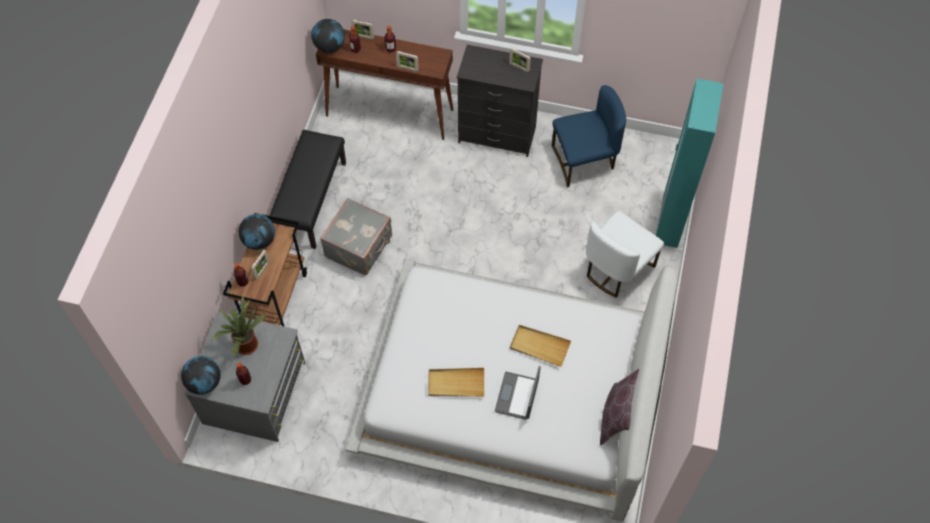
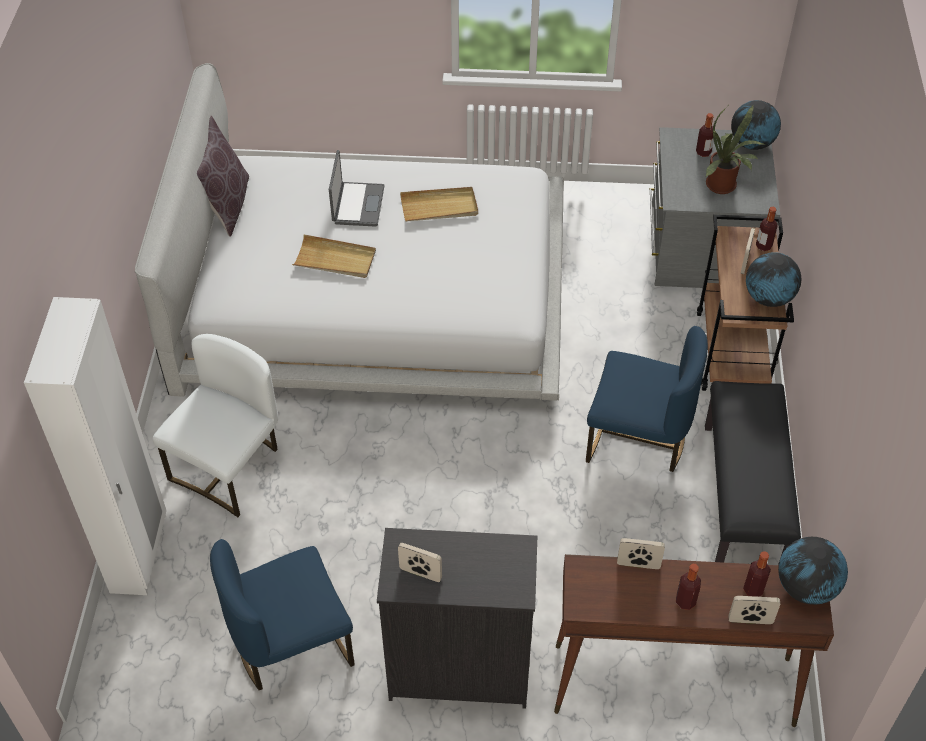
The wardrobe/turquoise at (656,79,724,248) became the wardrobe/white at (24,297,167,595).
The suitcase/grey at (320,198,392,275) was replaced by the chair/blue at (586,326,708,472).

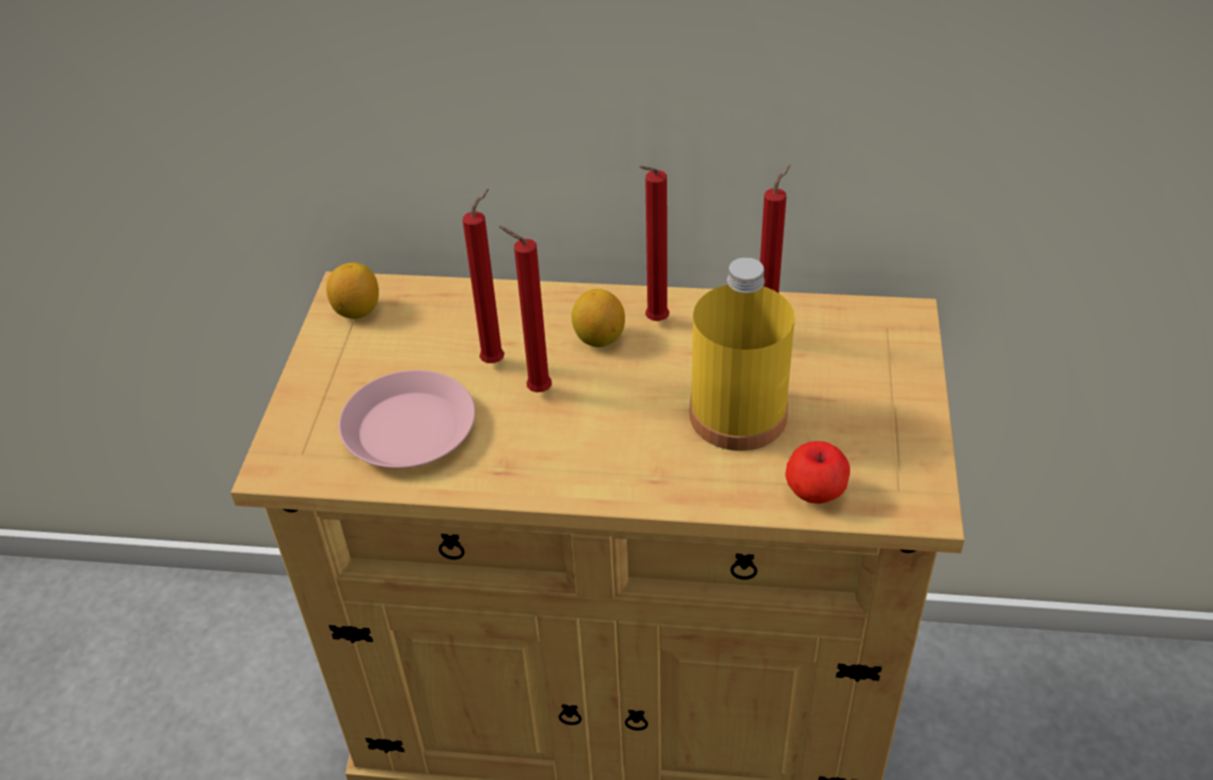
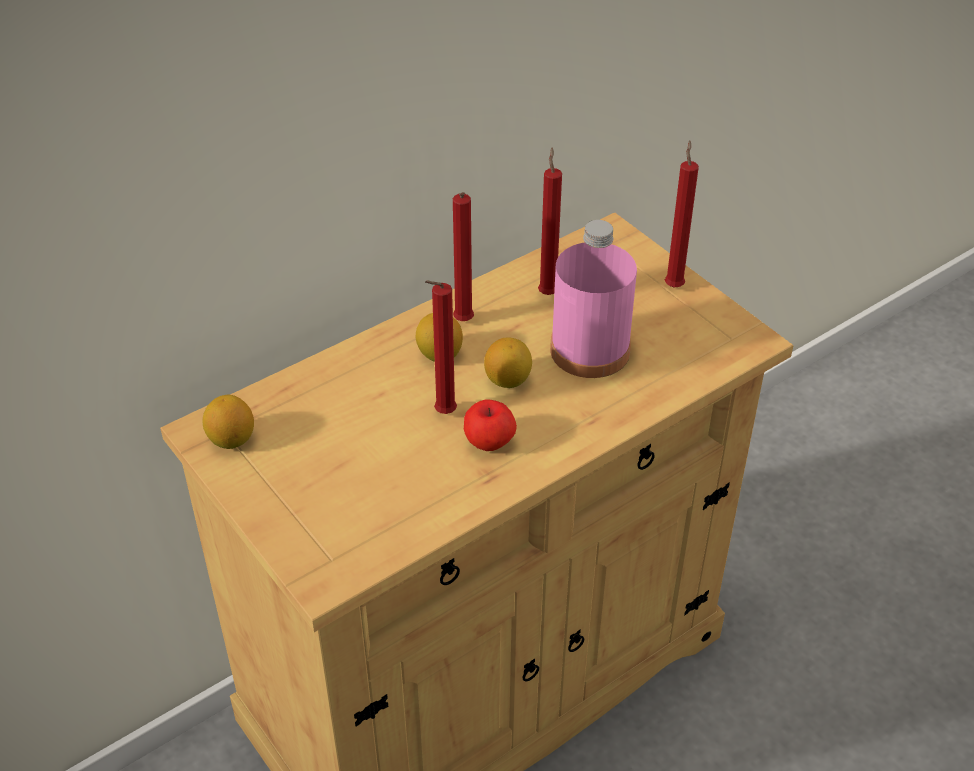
The candle/red moved from (462,189,504,363) to (665,140,699,288).
The bottle/yellow at (689,257,795,451) became the bottle/pink at (550,220,637,378).
The plate/pink at (339,370,475,468) disappeared.
The apple moved from (785,441,850,504) to (464,400,517,451).
The lemon at (484,337,532,388) appeared.

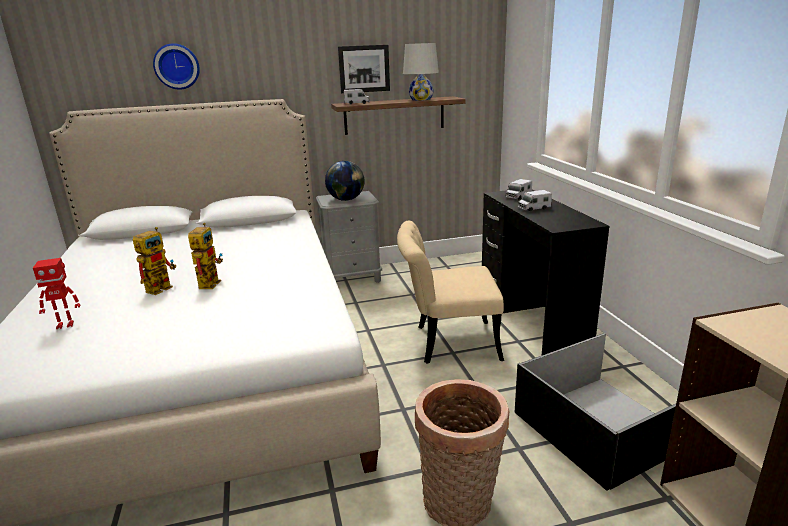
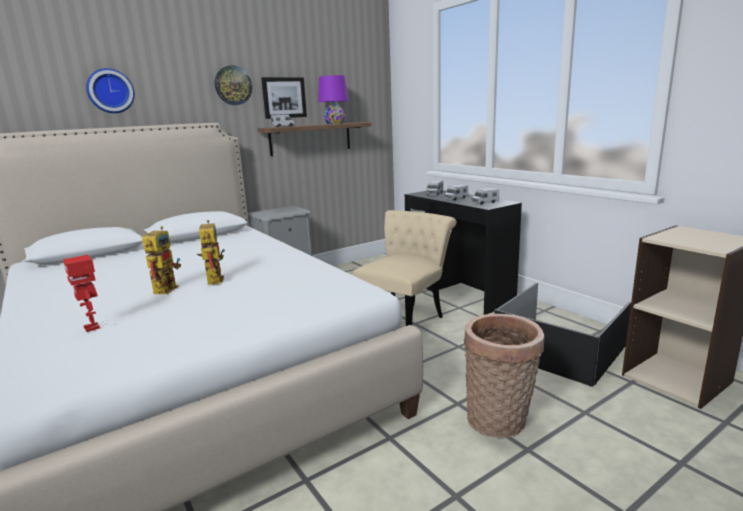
The table lamp/white at (403,43,439,101) became the table lamp/purple at (318,75,349,124).
The globe at (325,161,365,201) disappeared.
The chair/beige at (397,221,504,364) turned 150 degrees clockwise.
The toy robot at (33,258,80,329) turned 90 degrees clockwise.
The wall clock at (215,65,252,105) appeared.
The toy truck at (471,188,499,205) appeared.

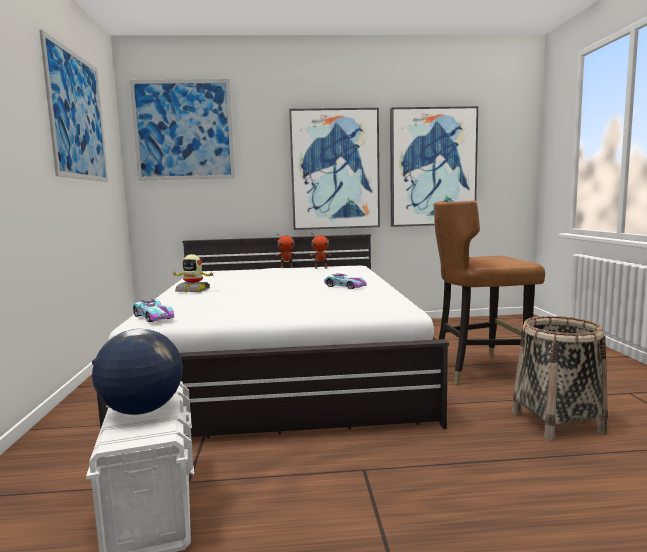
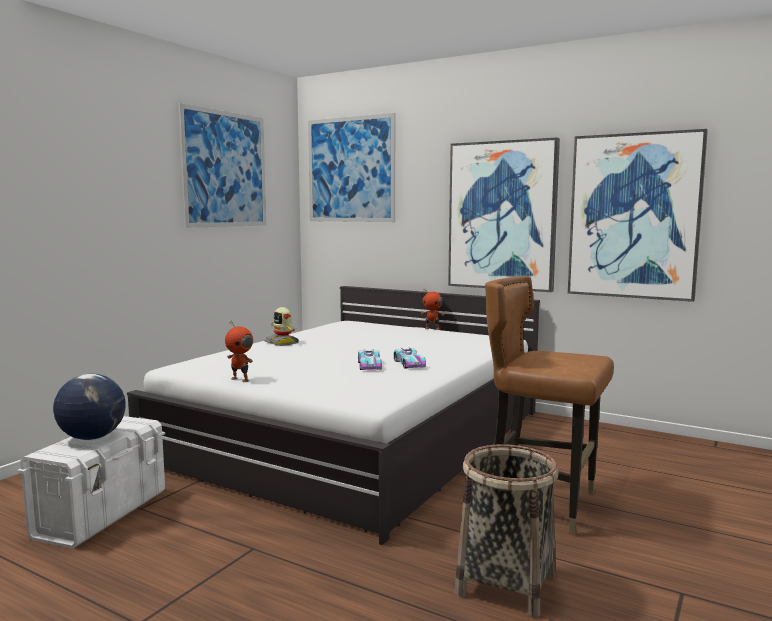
The toy robot moved from (310,233,331,269) to (225,320,253,382).
The toy car moved from (133,299,174,322) to (358,349,382,370).

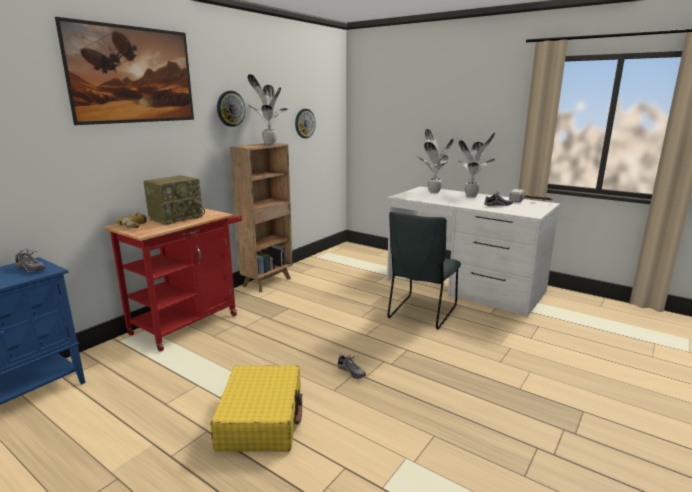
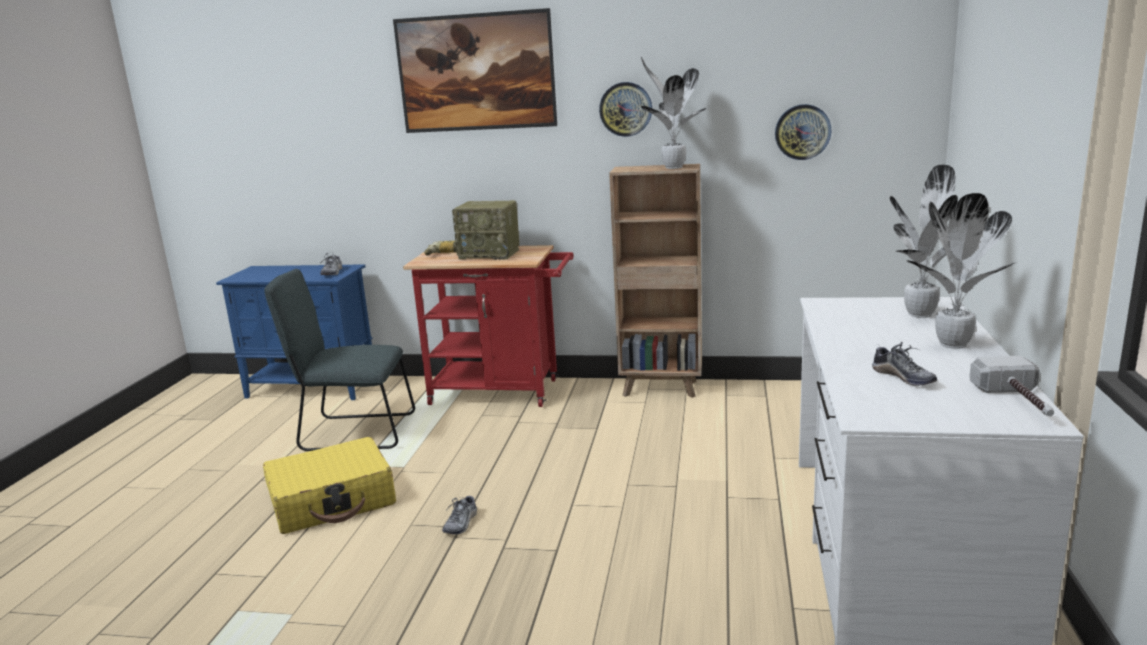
The chair/grey moved from (387,212,461,330) to (264,269,415,451).

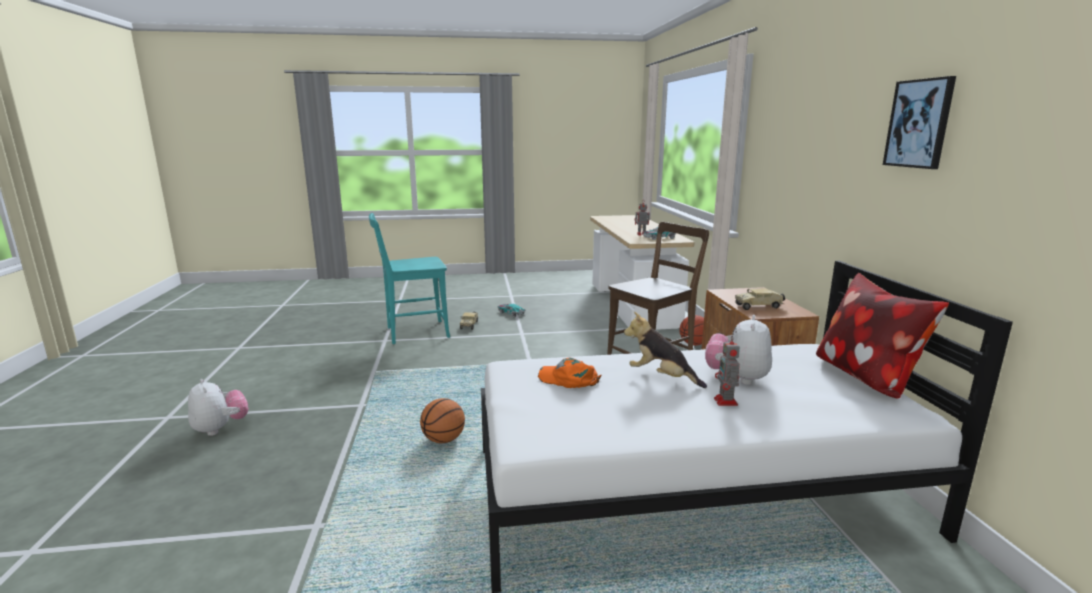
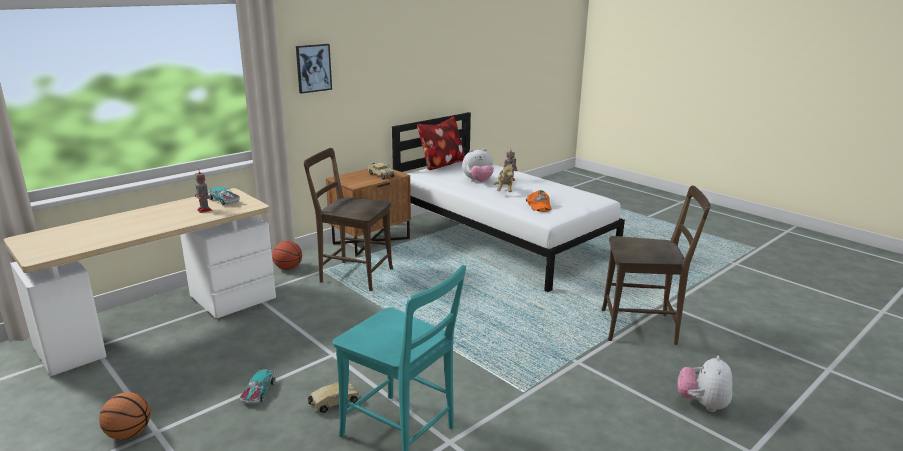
The picture moved from (883,76,956,169) to (296,44,332,94).
The basketball moved from (420,398,465,443) to (99,392,150,440).
The chair/brown at (601,186,710,345) appeared.

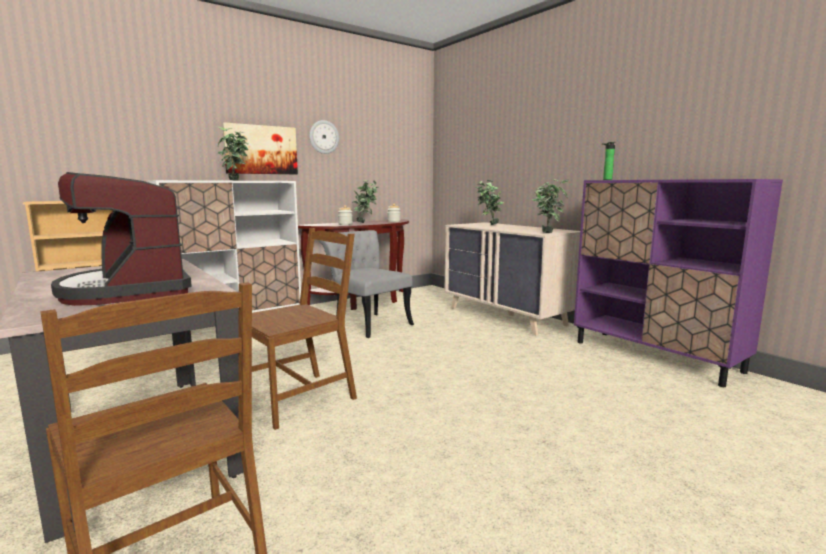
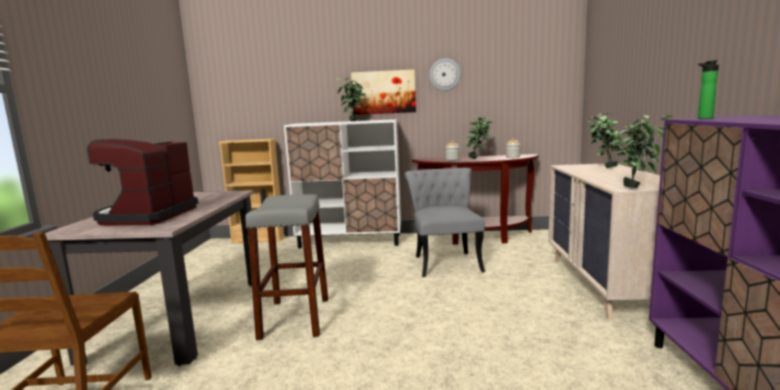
The chair/brown at (252,228,357,430) was replaced by the stool/grey at (245,194,328,340).

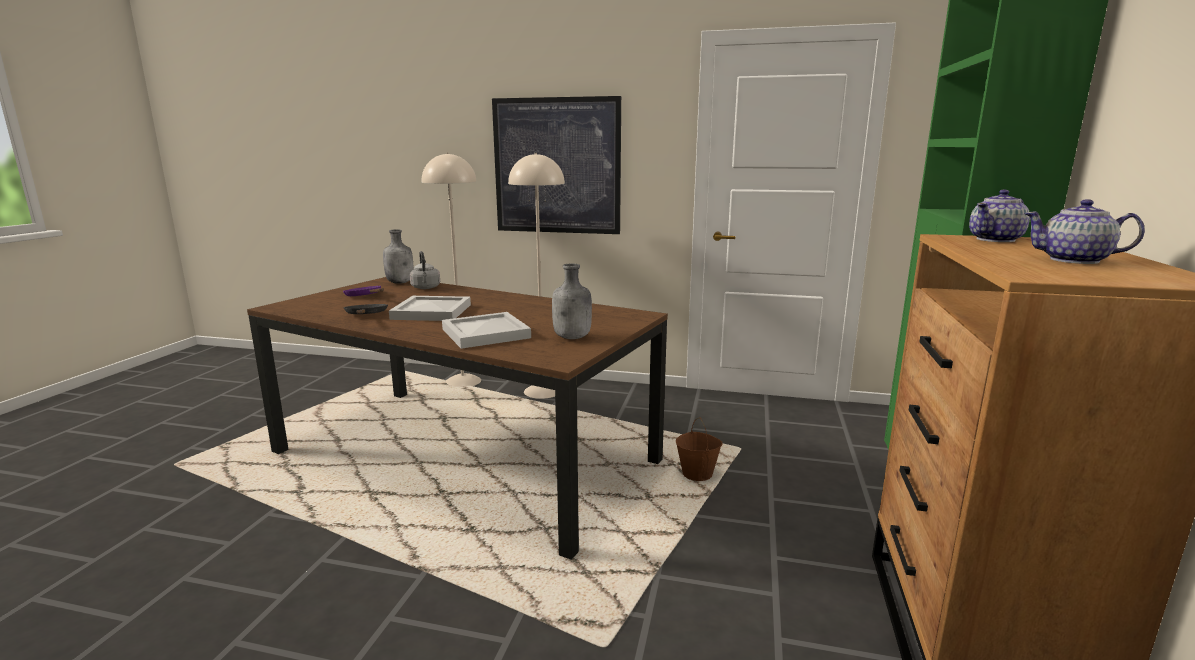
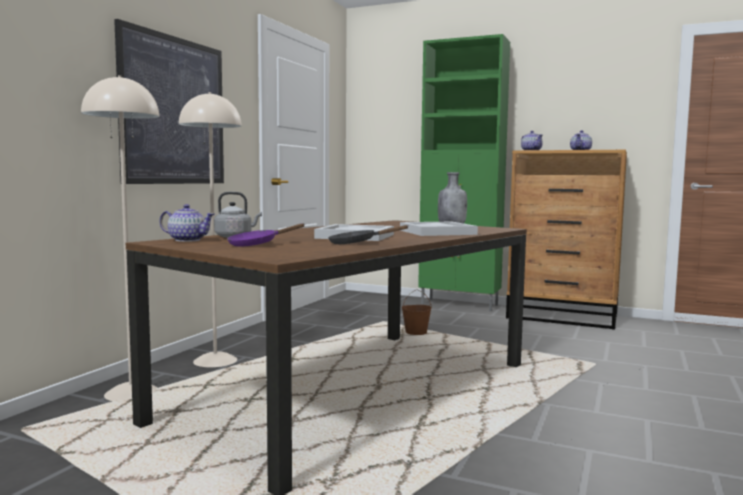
The bottle/grey at (383,229,414,284) was replaced by the teapot at (159,204,215,242).

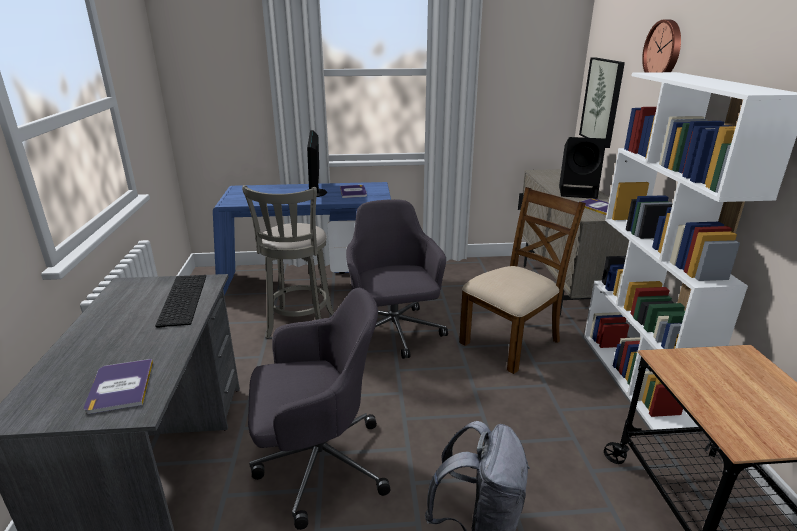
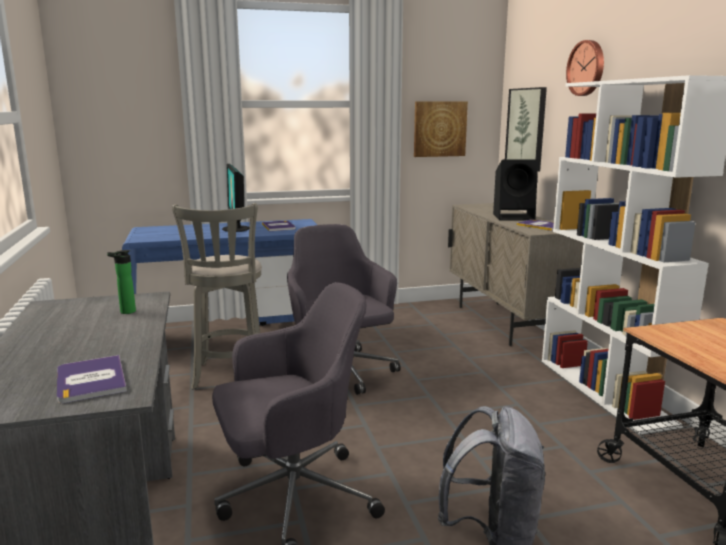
The chair/brown at (459,187,586,374) disappeared.
The keyboard at (155,275,206,328) was replaced by the bottle at (107,250,136,314).
The picture at (414,101,468,157) appeared.

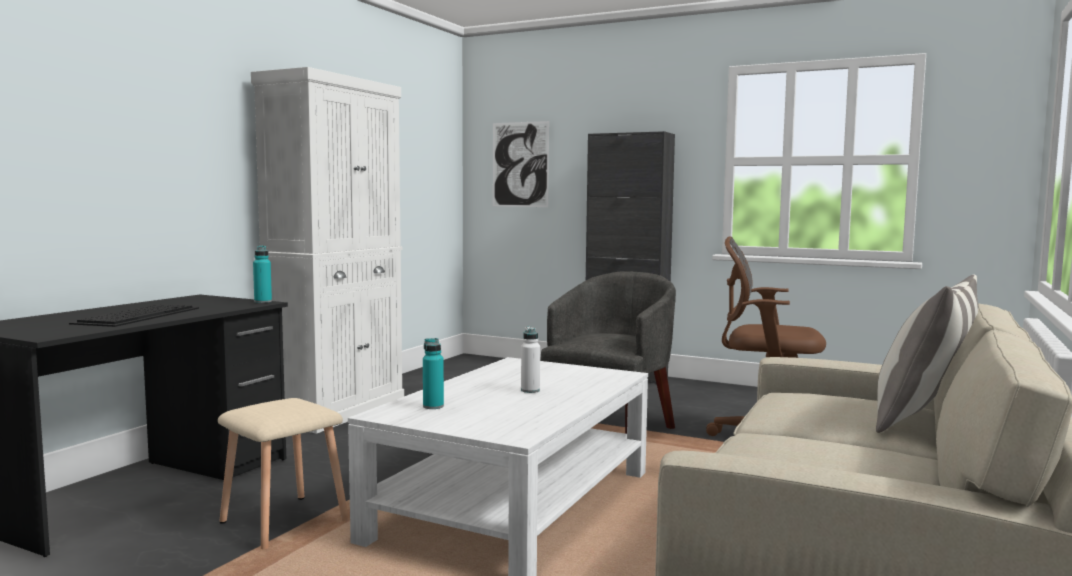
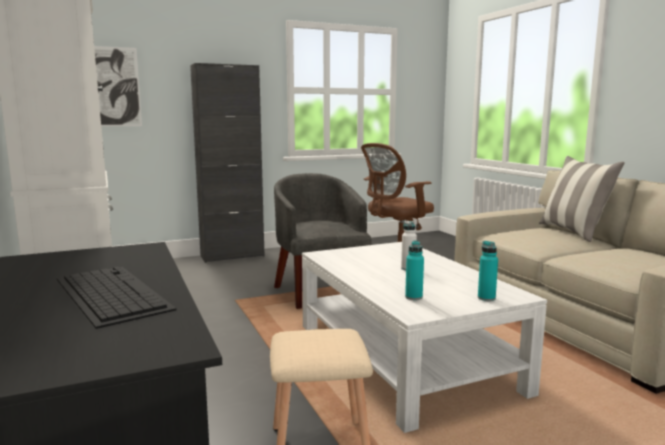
The bottle/turquoise moved from (253,246,272,303) to (478,241,498,301).

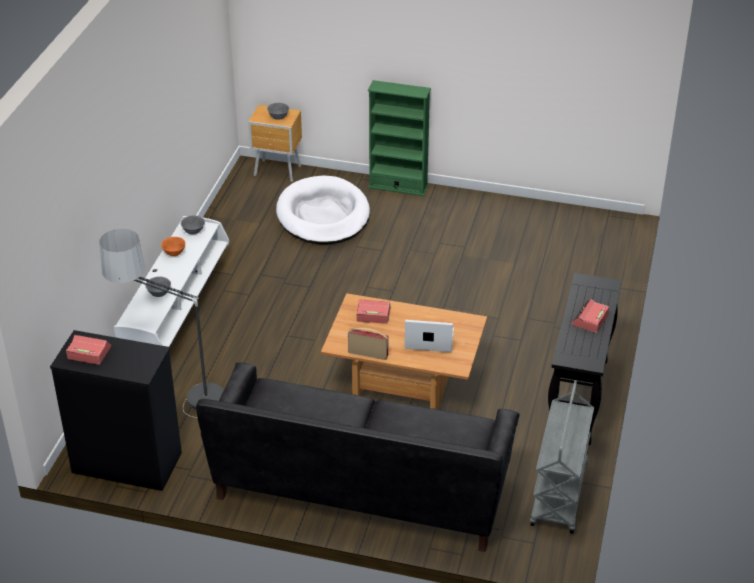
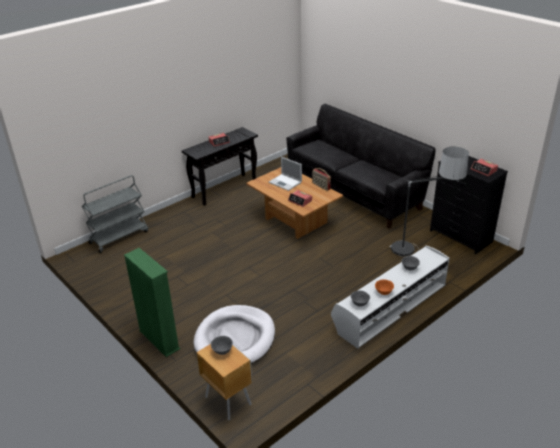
The cart/grey moved from (530,380,594,534) to (82,175,148,253).

